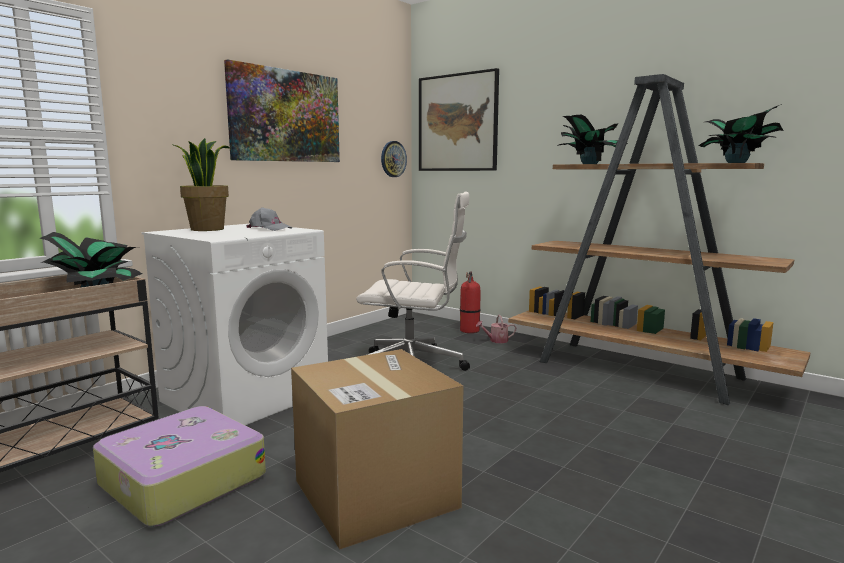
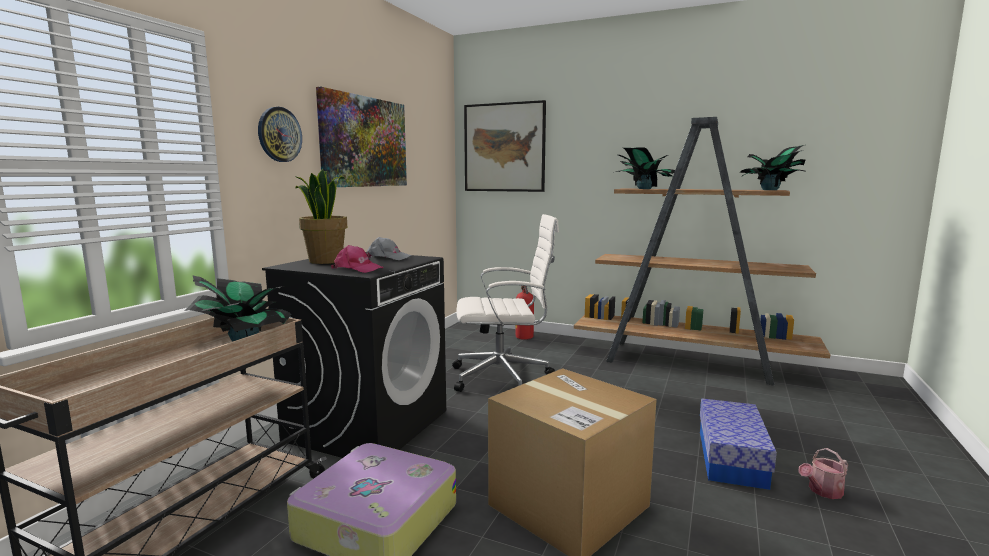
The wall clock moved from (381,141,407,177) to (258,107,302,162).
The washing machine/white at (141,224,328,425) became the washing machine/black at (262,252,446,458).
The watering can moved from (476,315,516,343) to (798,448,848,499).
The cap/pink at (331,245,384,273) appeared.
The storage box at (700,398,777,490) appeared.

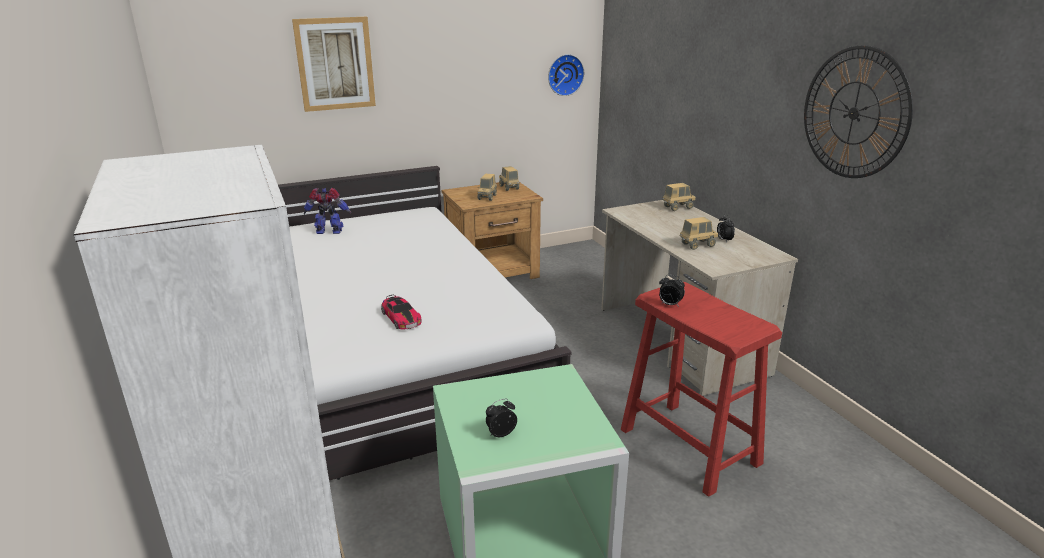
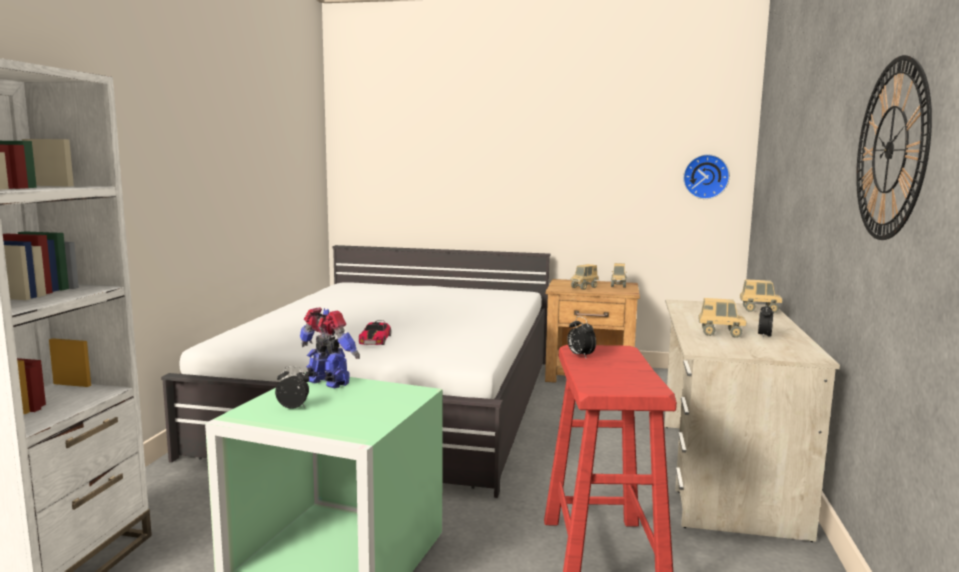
The picture at (292,17,376,112) disappeared.
The toy robot moved from (304,188,351,234) to (300,307,360,388).

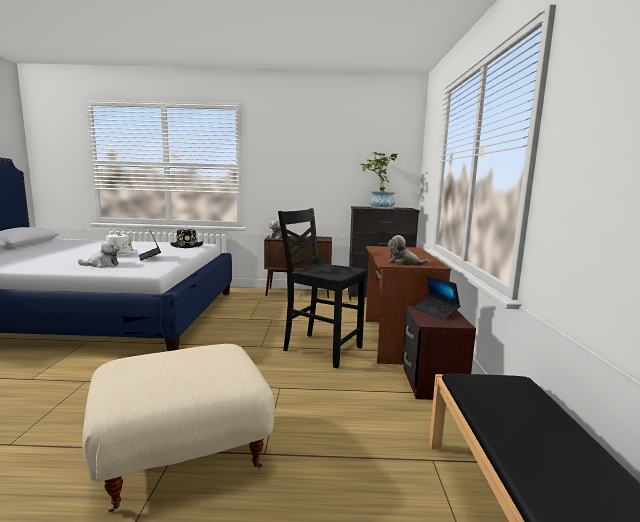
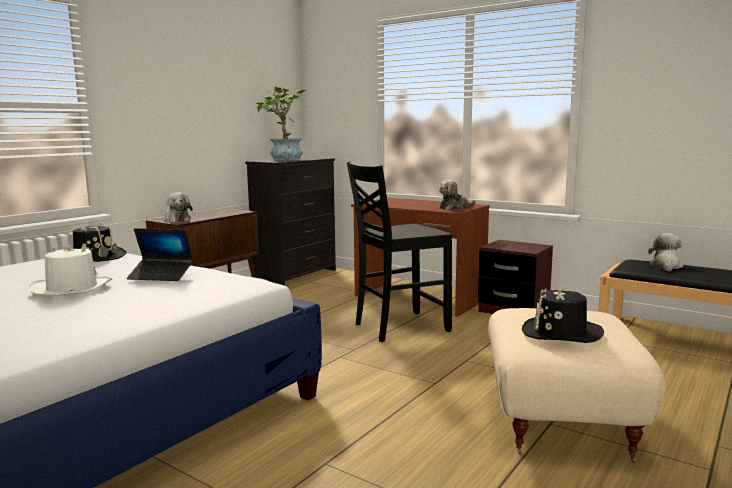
The plush toy moved from (78,240,120,268) to (648,233,683,271).
The laptop at (413,275,460,320) disappeared.
The hat/black at (522,287,604,343) appeared.

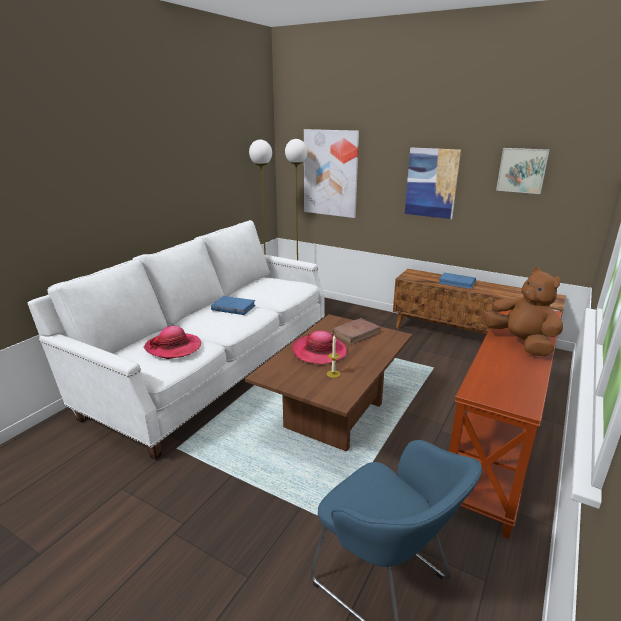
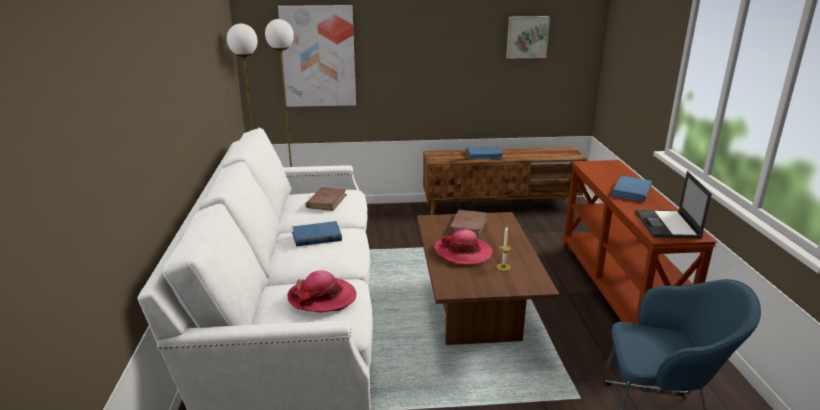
The picture at (405,147,461,219) disappeared.
The plush toy/brown at (483,267,563,356) was replaced by the book/blue at (611,176,652,202).
The laptop at (636,171,712,239) appeared.
The book/brown at (306,187,347,211) appeared.

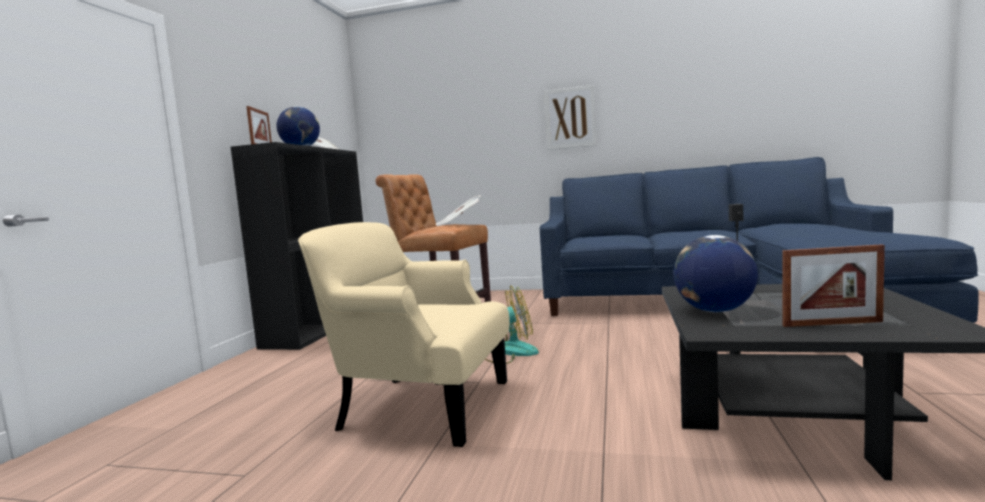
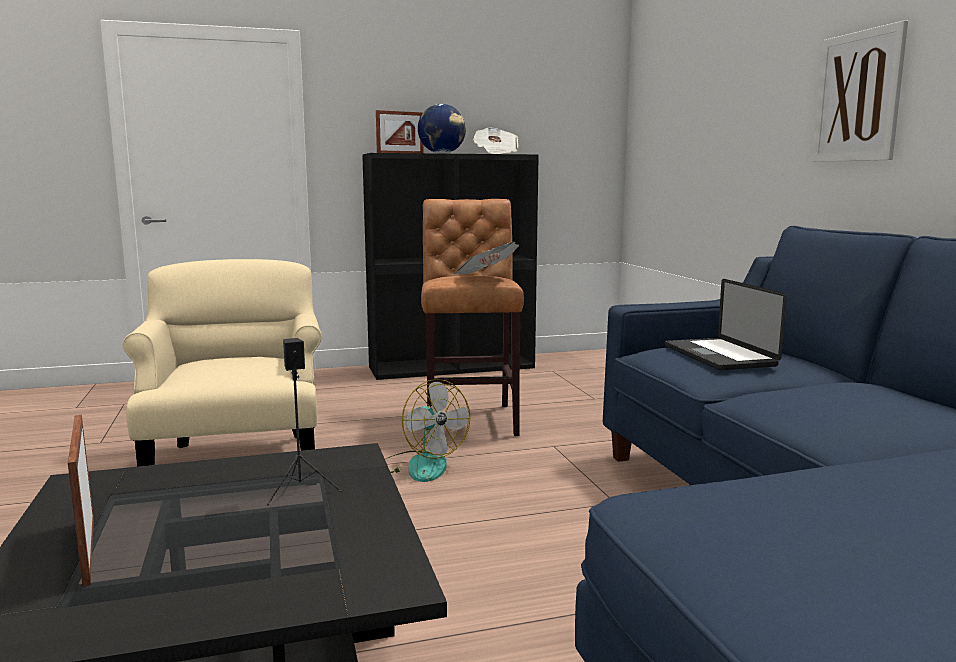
The globe at (674,235,758,312) disappeared.
The laptop at (665,279,787,370) appeared.

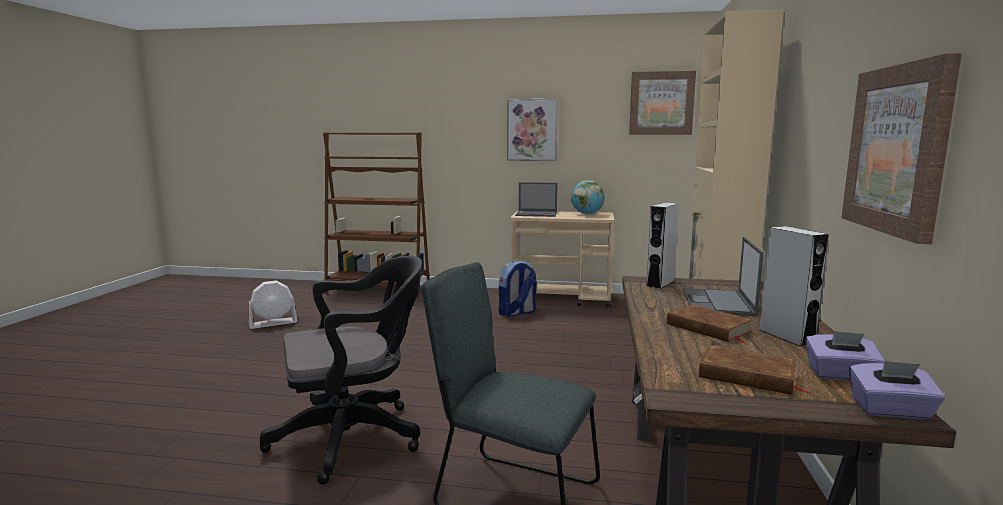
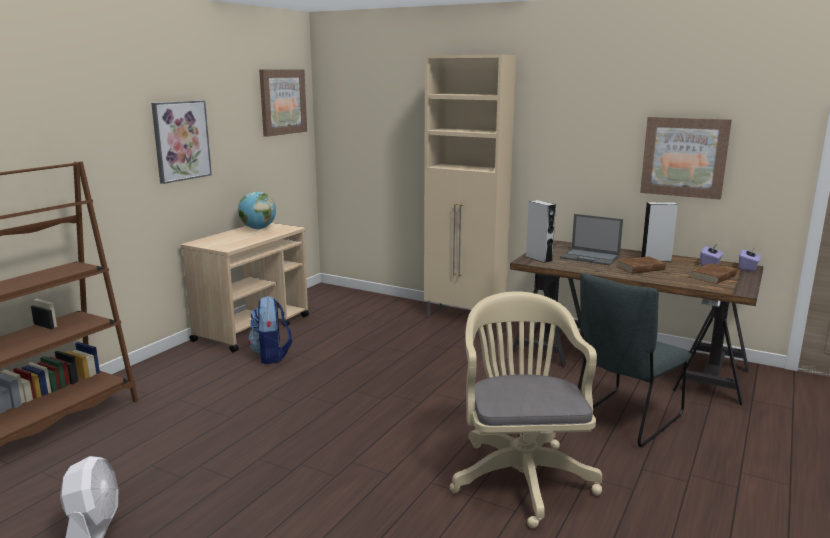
The laptop at (515,182,558,217) disappeared.
The office chair/black at (260,255,422,485) became the office chair/beige at (450,291,602,528).

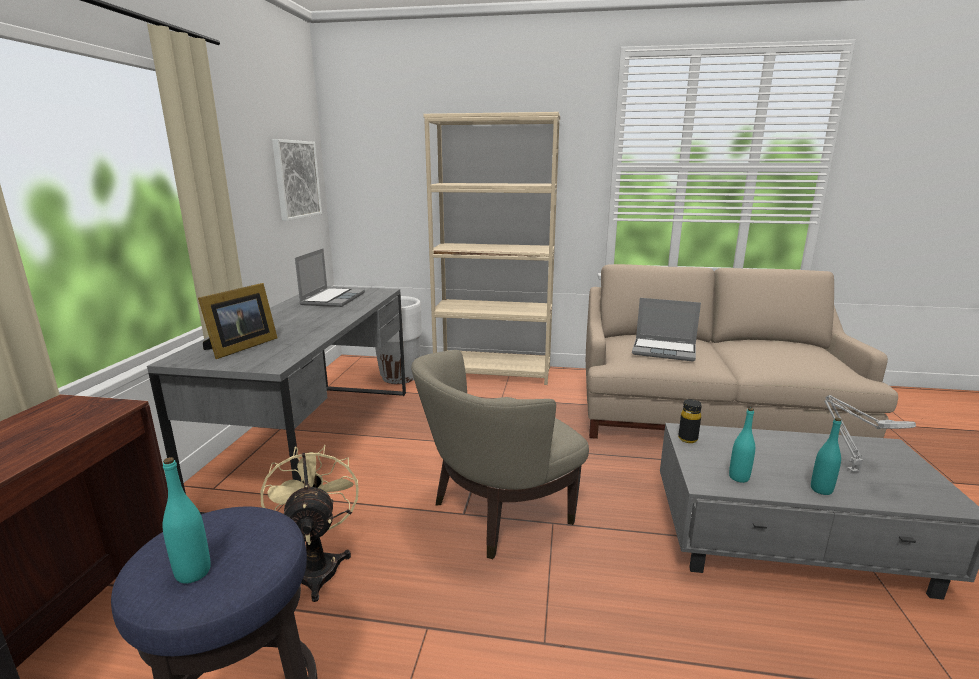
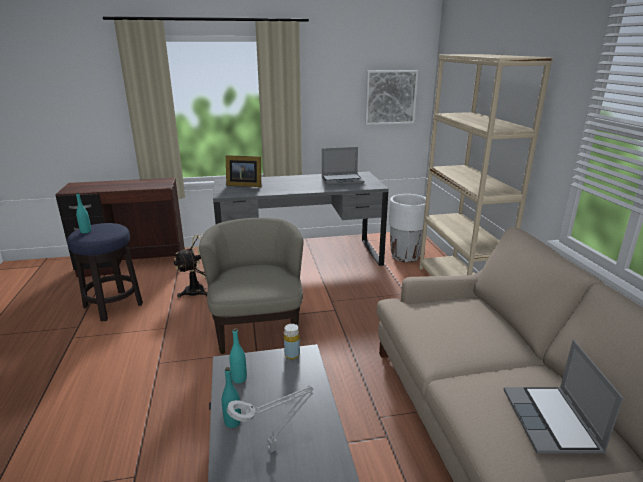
The laptop moved from (632,298,701,362) to (504,340,623,454).
The armchair/beige at (411,350,589,559) turned 45 degrees clockwise.
The bottle/black at (678,399,702,443) became the bottle/yellow at (284,324,300,359).

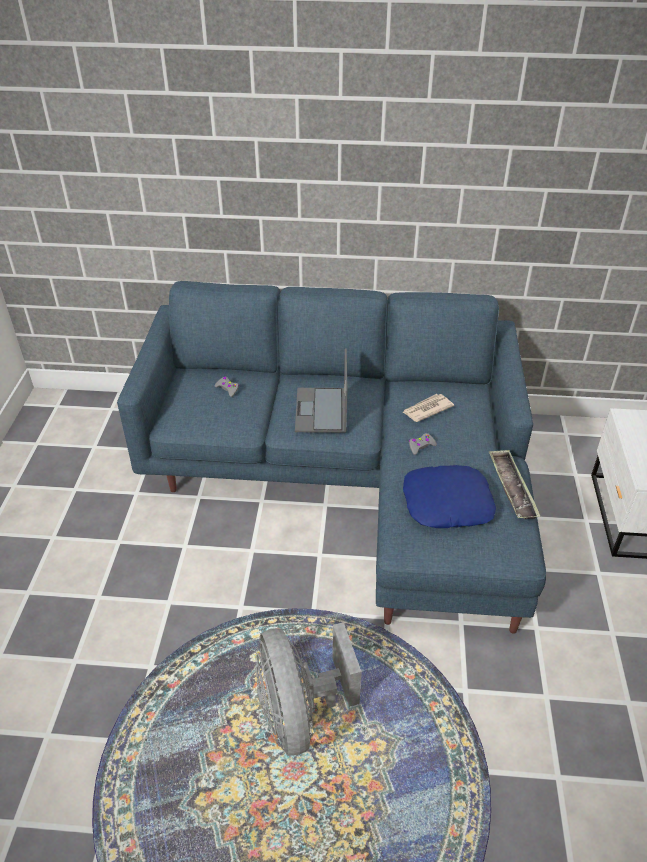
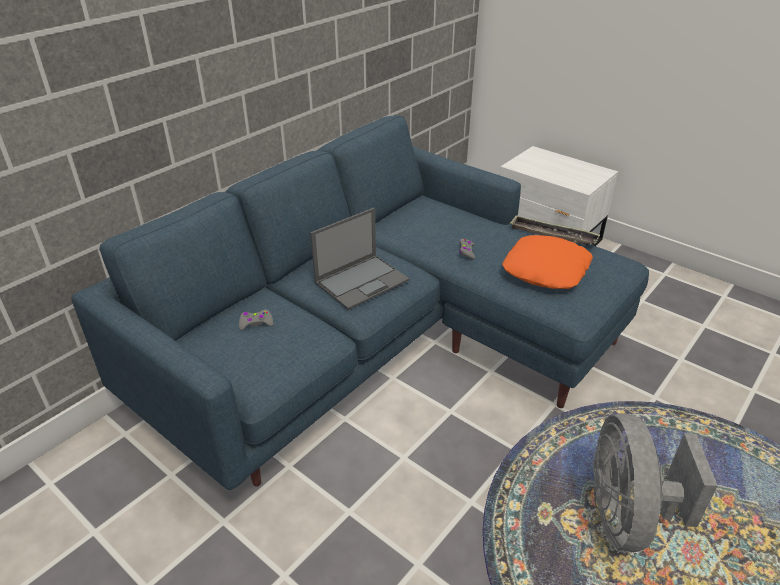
The laptop at (295,348,347,433) turned 75 degrees counterclockwise.
The newspaper at (402,394,454,422) disappeared.
The pillow/blue at (403,465,496,528) became the pillow/orange at (502,235,593,289).
The fan/grey at (256,622,362,756) turned 75 degrees clockwise.

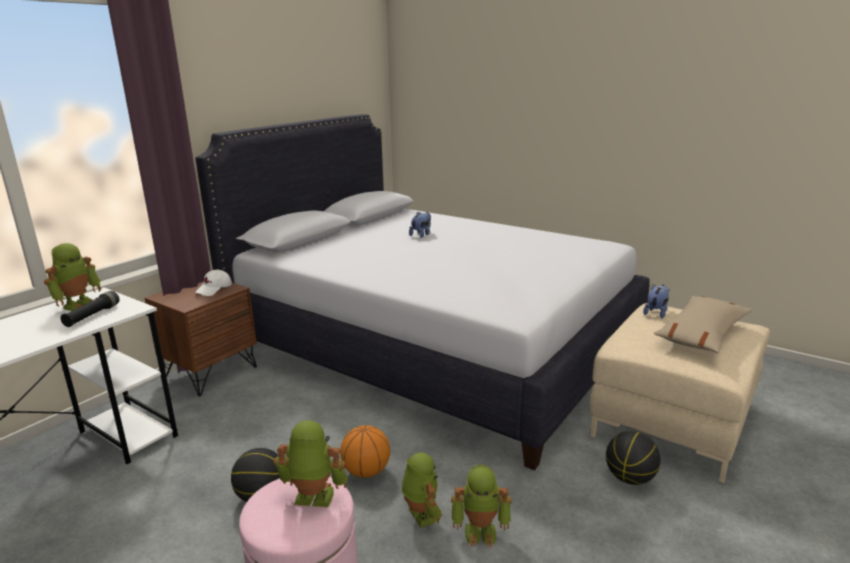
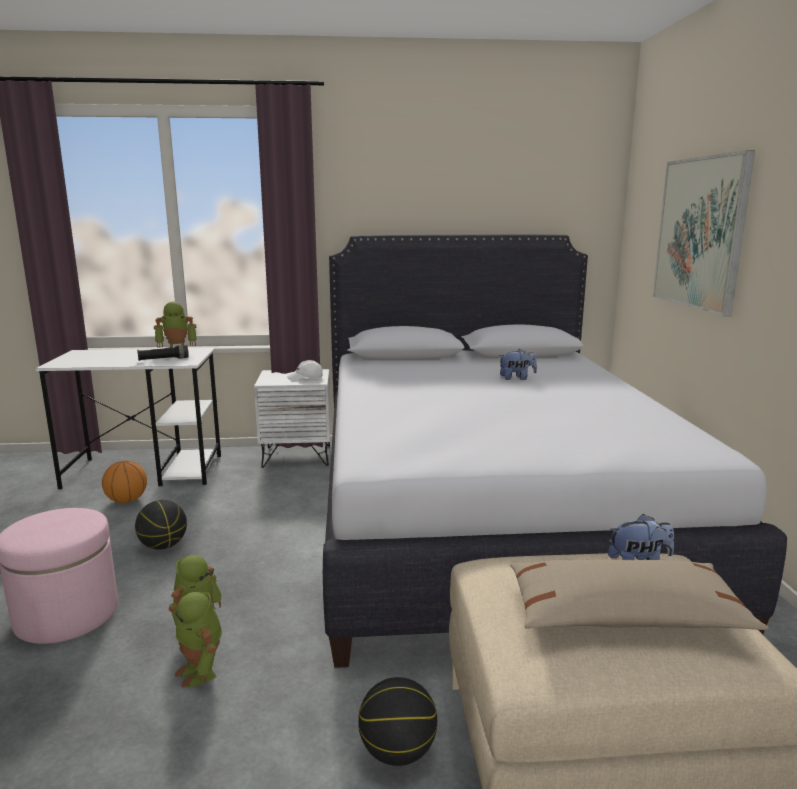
The nightstand/brown at (145,282,257,396) became the nightstand/white at (254,369,331,468).
The toy robot at (274,420,347,507) disappeared.
The basketball moved from (340,425,390,478) to (102,460,147,503).
The picture at (653,150,755,317) appeared.

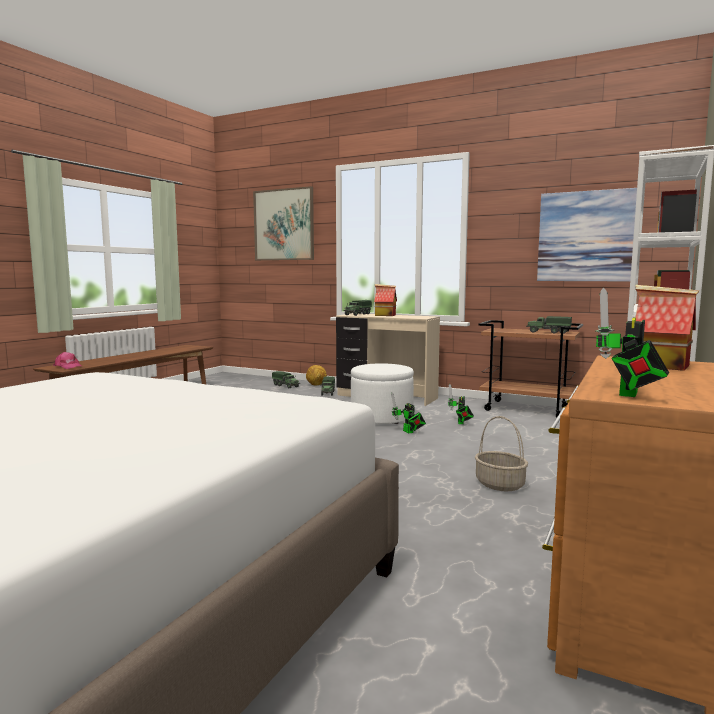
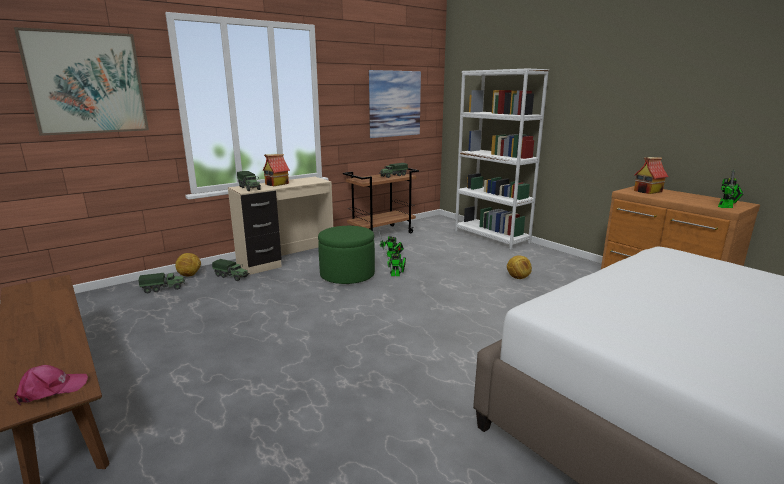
The toy robot at (596,287,669,397) turned 60 degrees counterclockwise.
The ottoman/white at (351,363,414,424) became the ottoman/green at (318,226,375,284).
The basket at (475,416,528,491) was replaced by the football at (507,255,532,279).

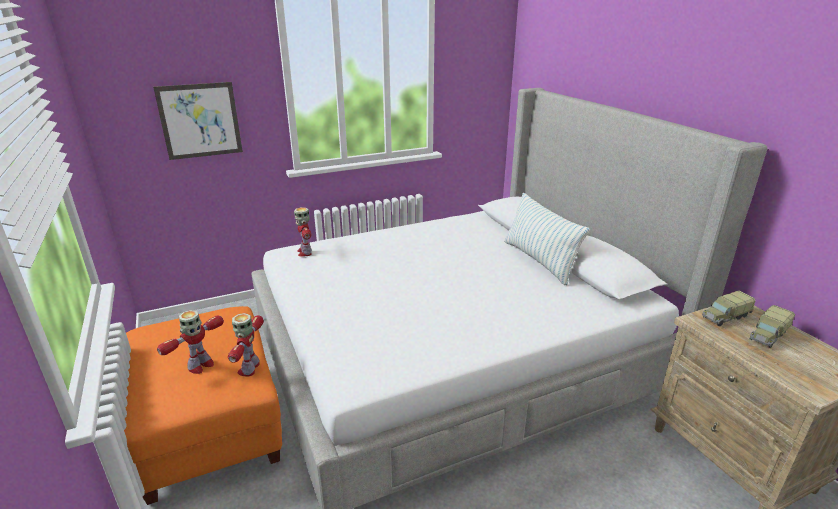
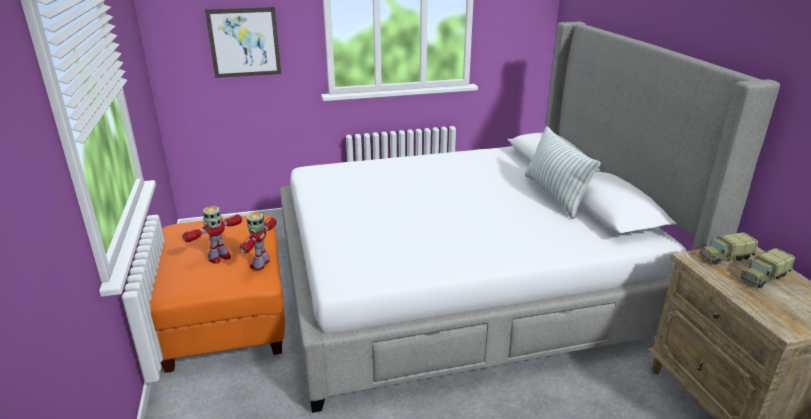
The toy robot at (294,207,312,257) disappeared.

